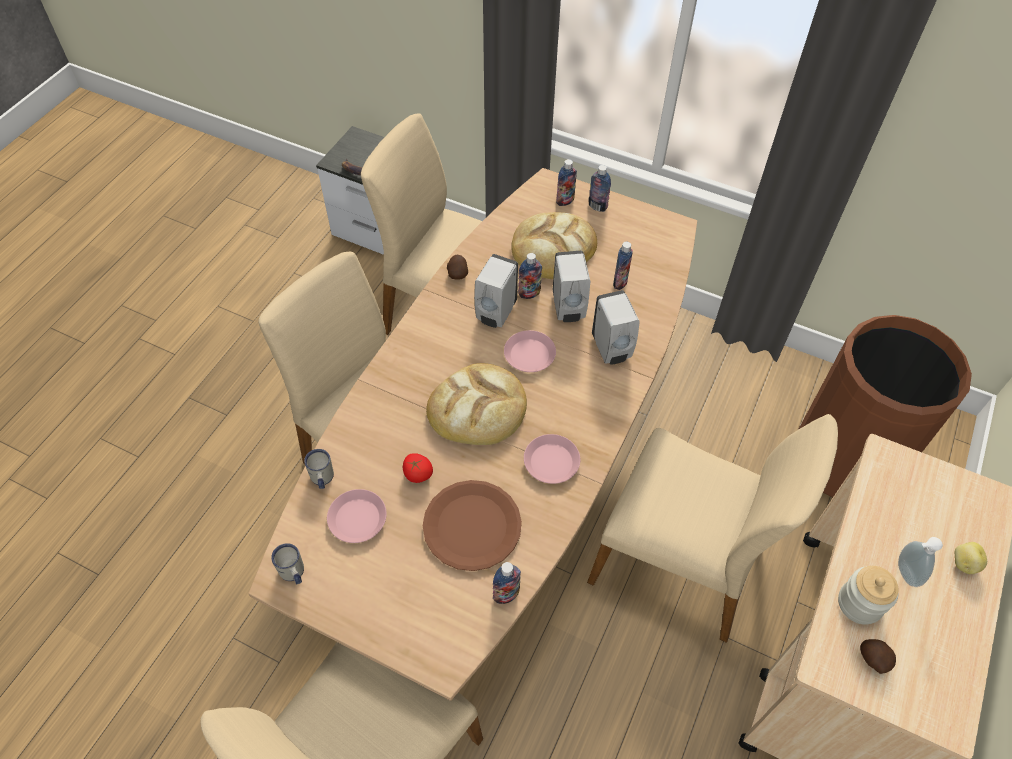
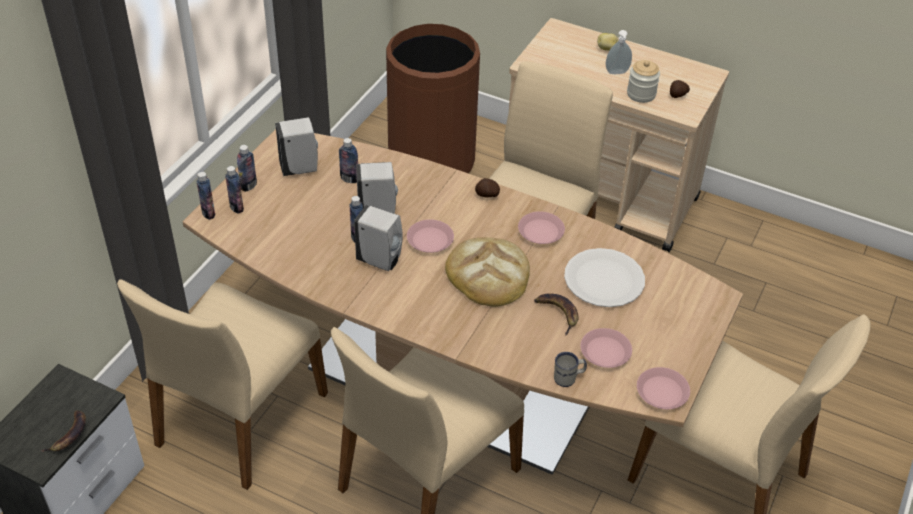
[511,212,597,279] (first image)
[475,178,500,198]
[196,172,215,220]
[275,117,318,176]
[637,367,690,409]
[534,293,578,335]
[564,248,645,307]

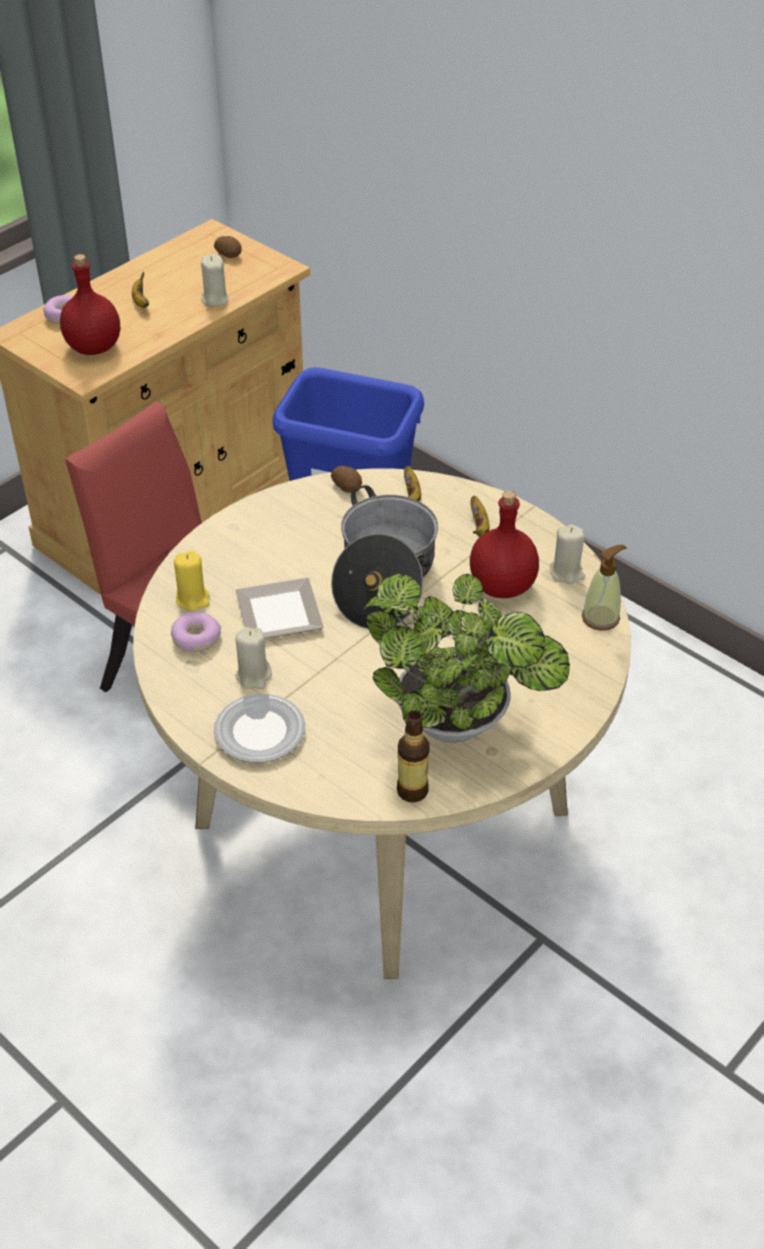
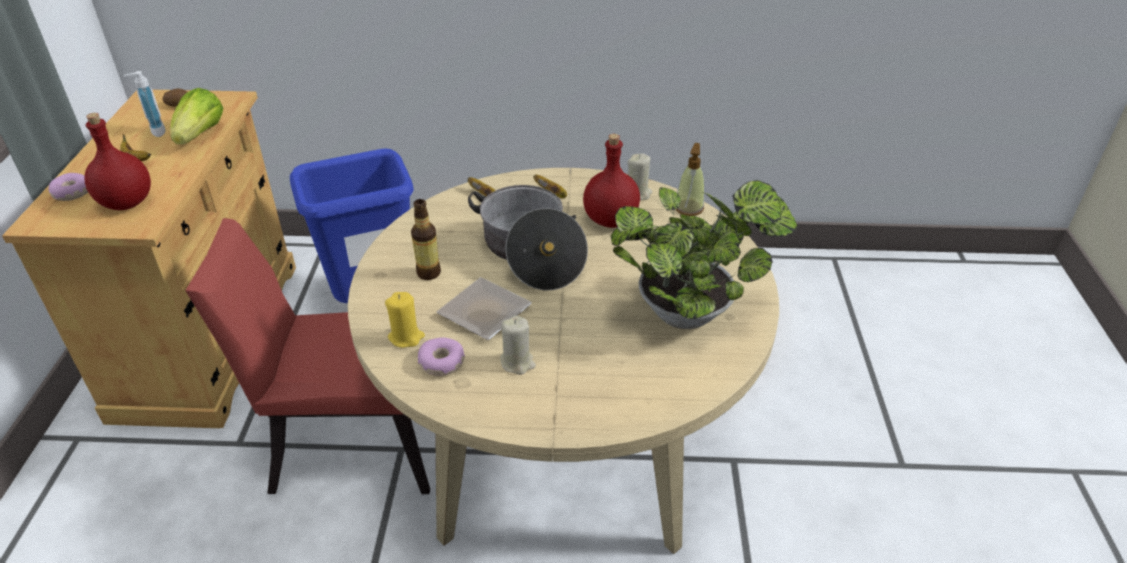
[214,694,305,763] (first image)
[331,466,362,493] (first image)
[123,71,165,137]
[411,199,441,280]
[170,88,223,145]

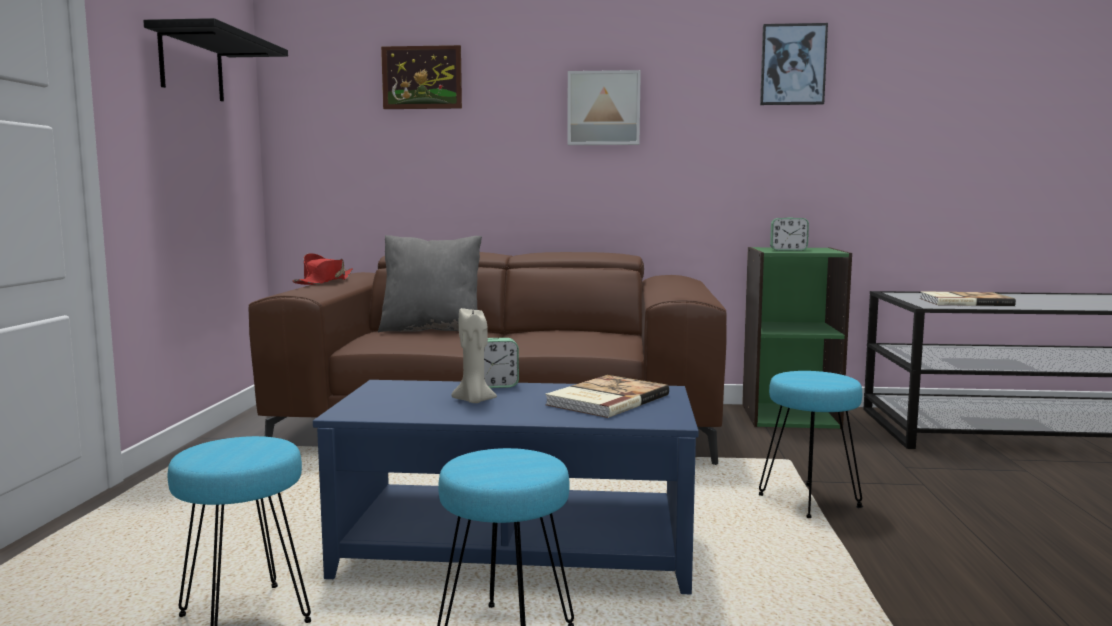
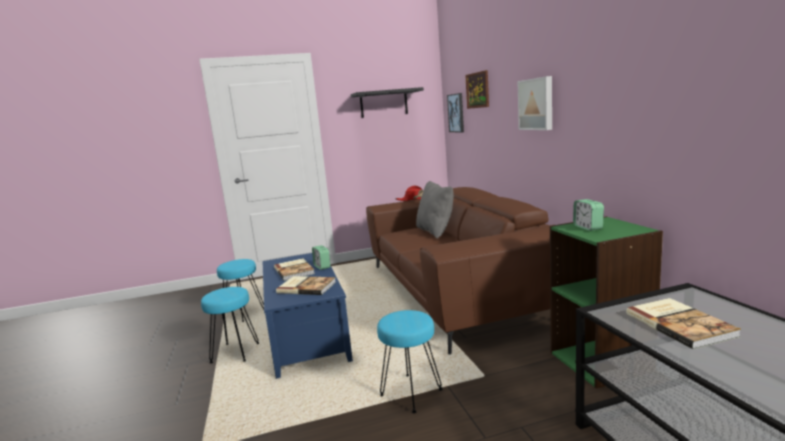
[447,93,464,133]
[274,258,315,281]

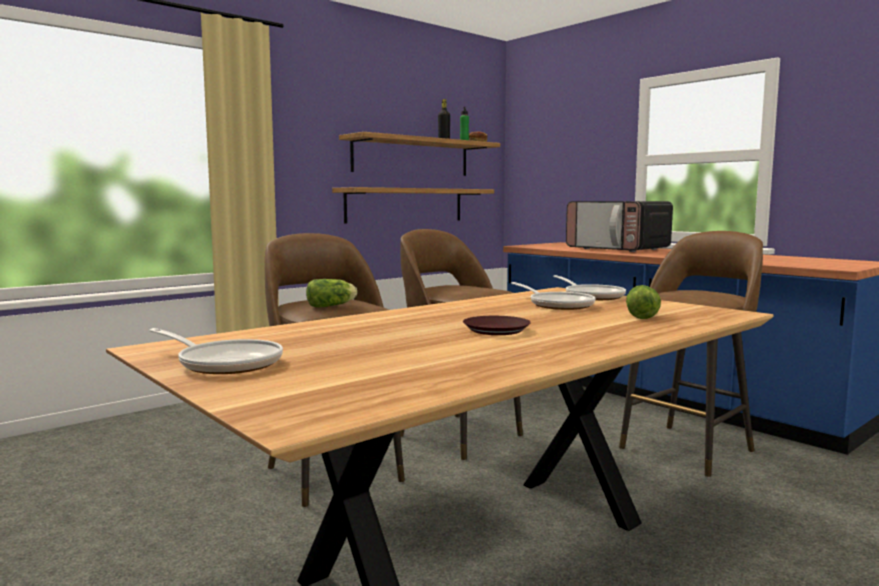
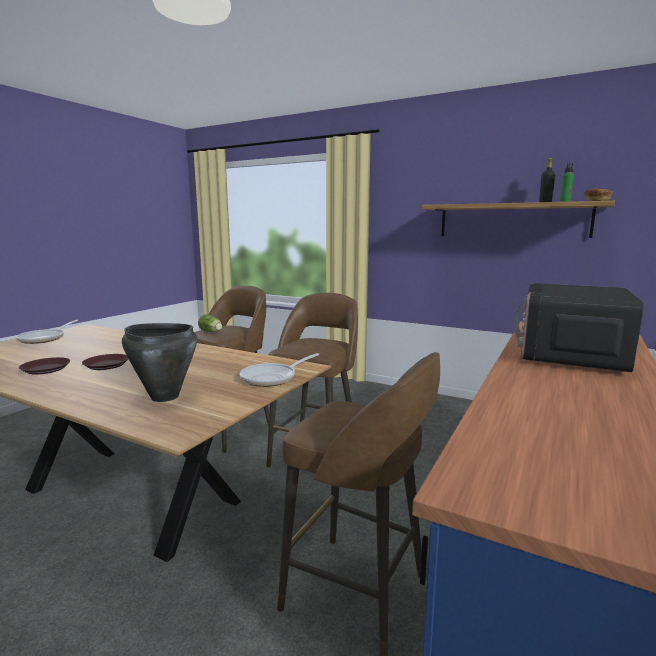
[332,187,494,224] (first image)
[511,282,596,310] (first image)
[19,357,70,375]
[122,323,197,402]

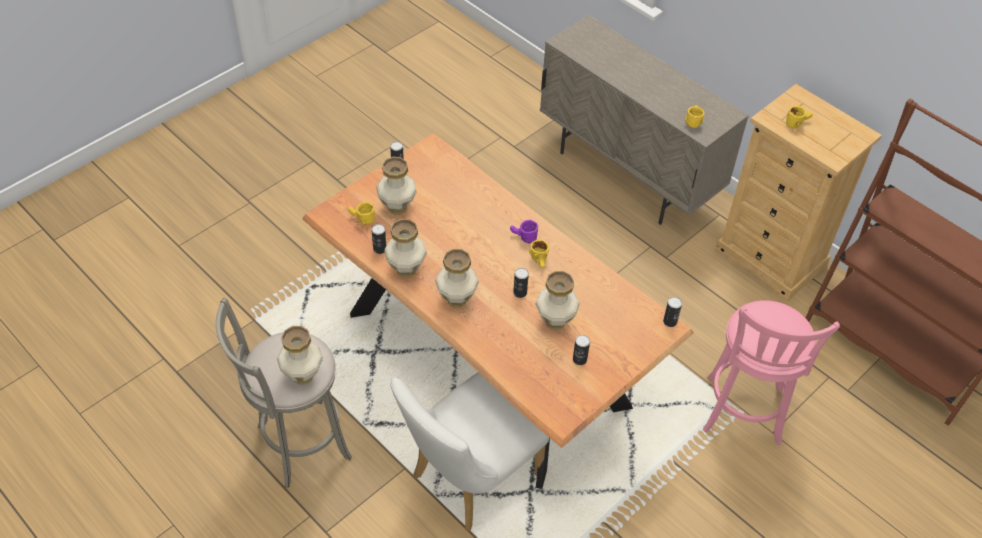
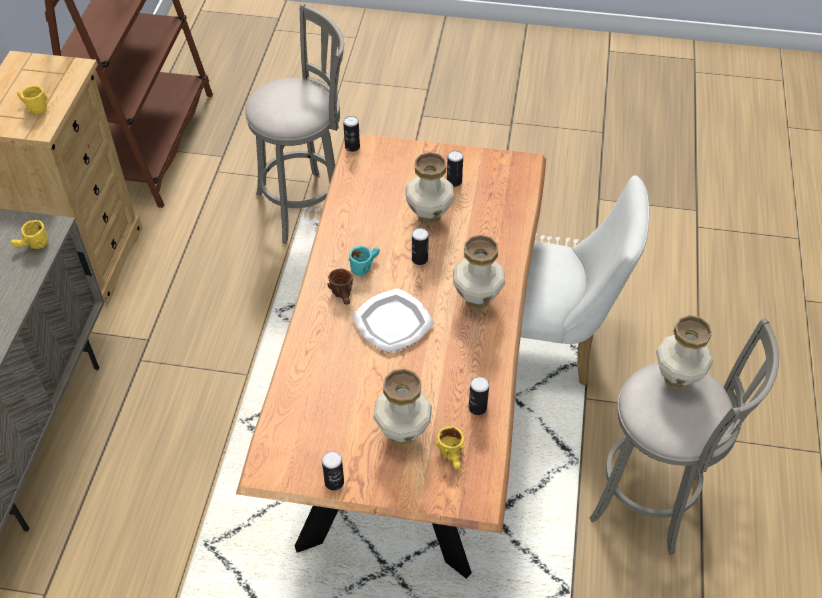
[384,219,427,278] (first image)
[352,288,434,353]
[328,268,353,305]
[348,246,380,276]
[245,4,344,243]

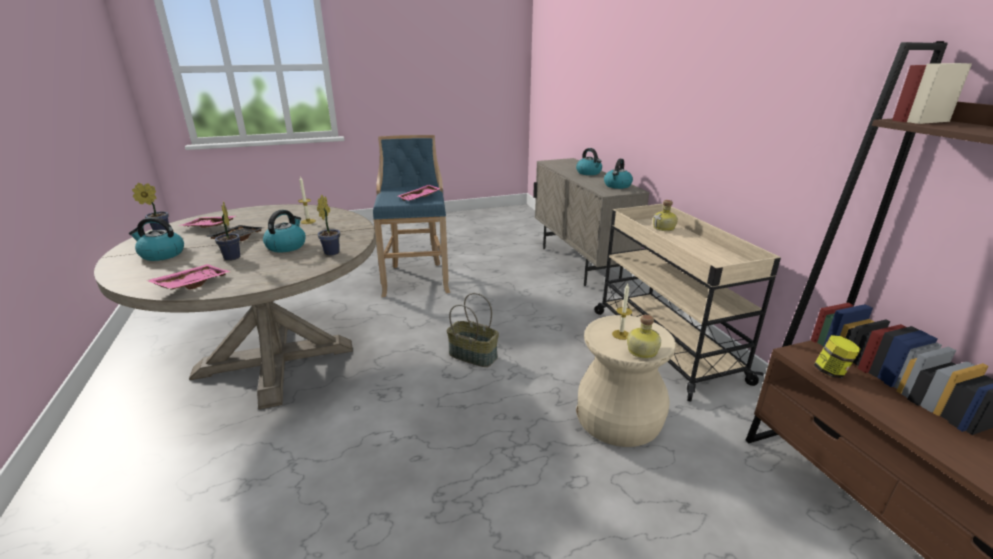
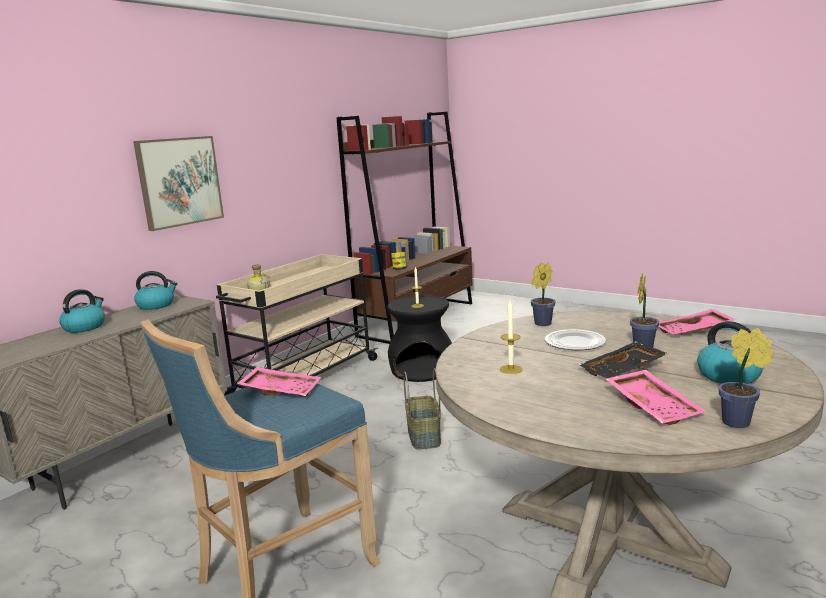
[627,315,661,359] (first image)
[133,136,224,231]
[545,329,606,350]
[387,295,452,382]

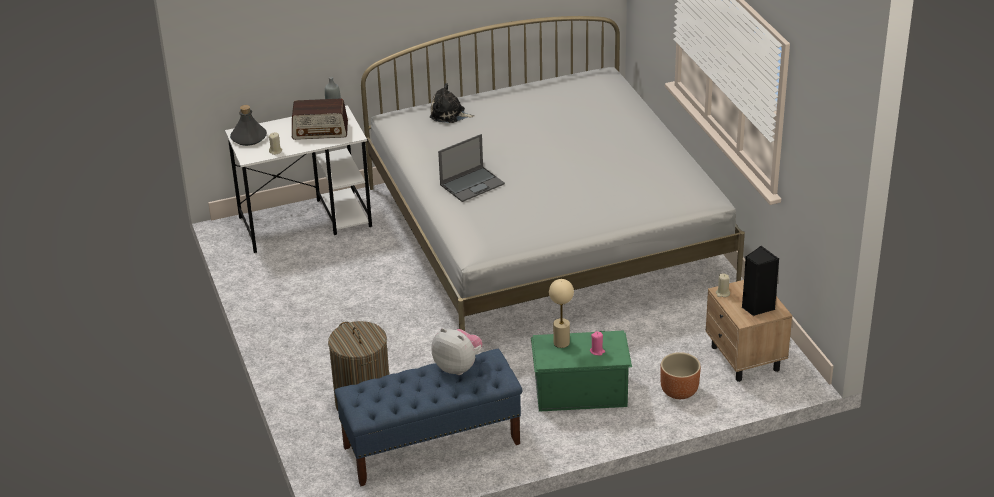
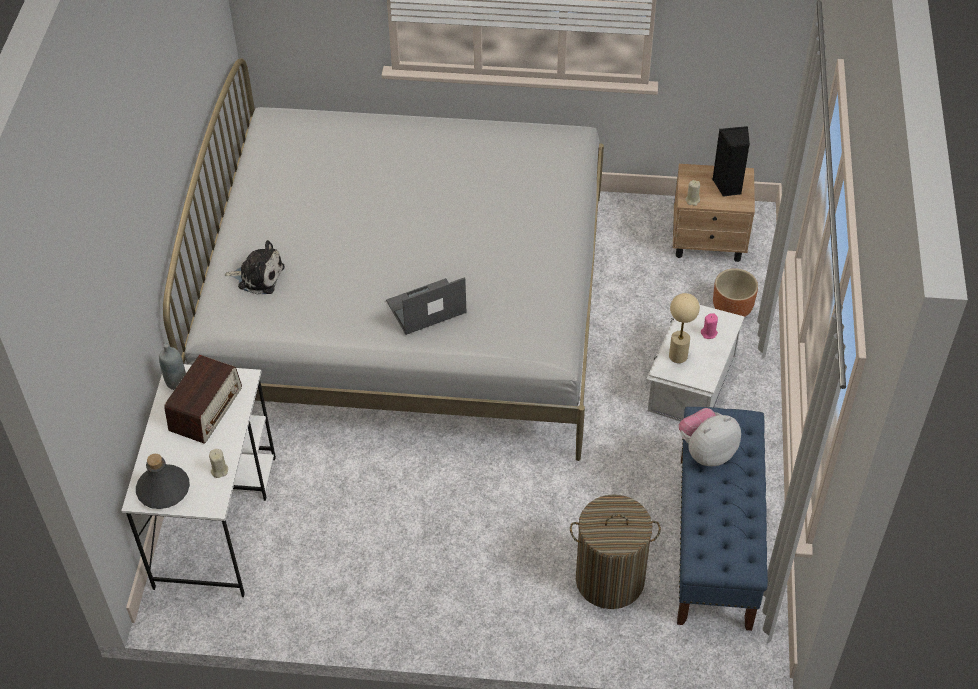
[646,305,744,421]
[225,240,285,295]
[386,277,467,335]

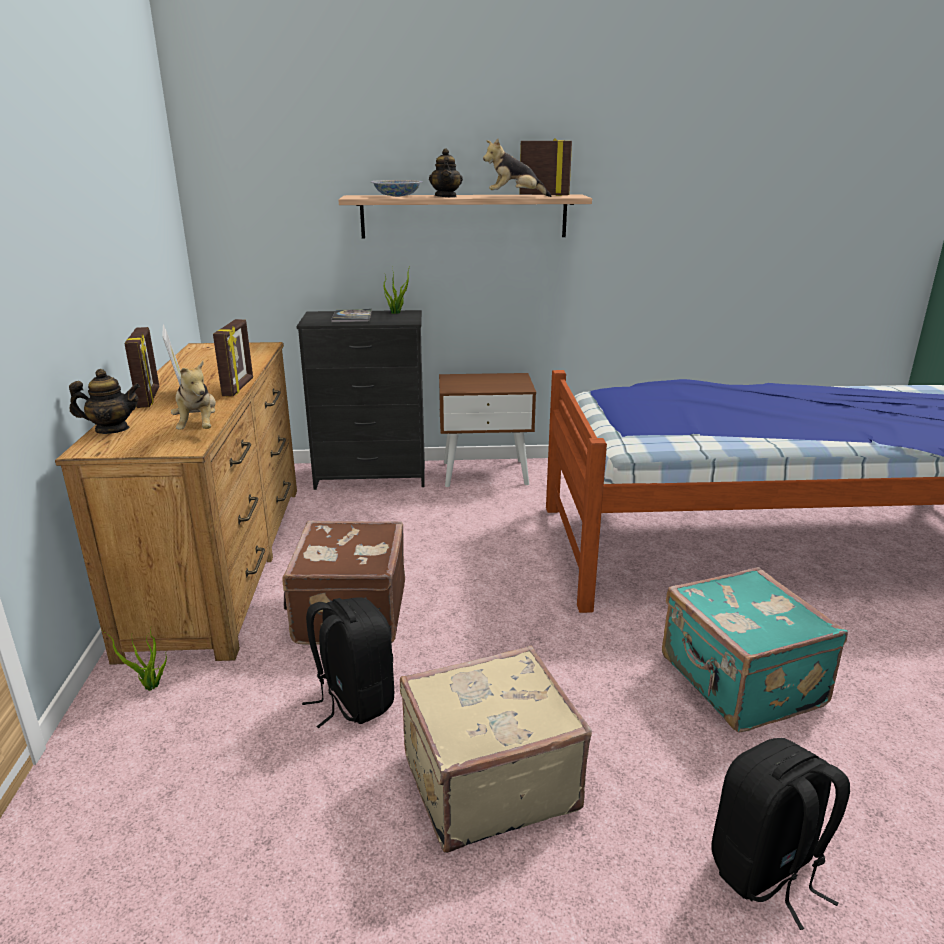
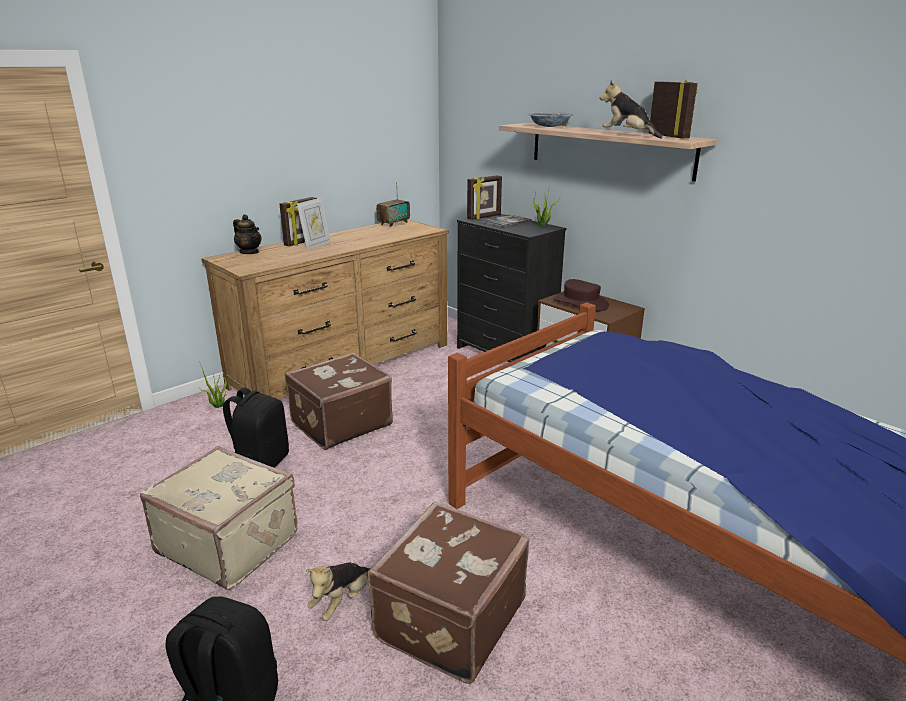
[429,148,463,198] (first image)
[376,182,410,227]
[553,279,609,311]
[306,563,370,621]
[467,175,502,220]
[367,501,530,684]

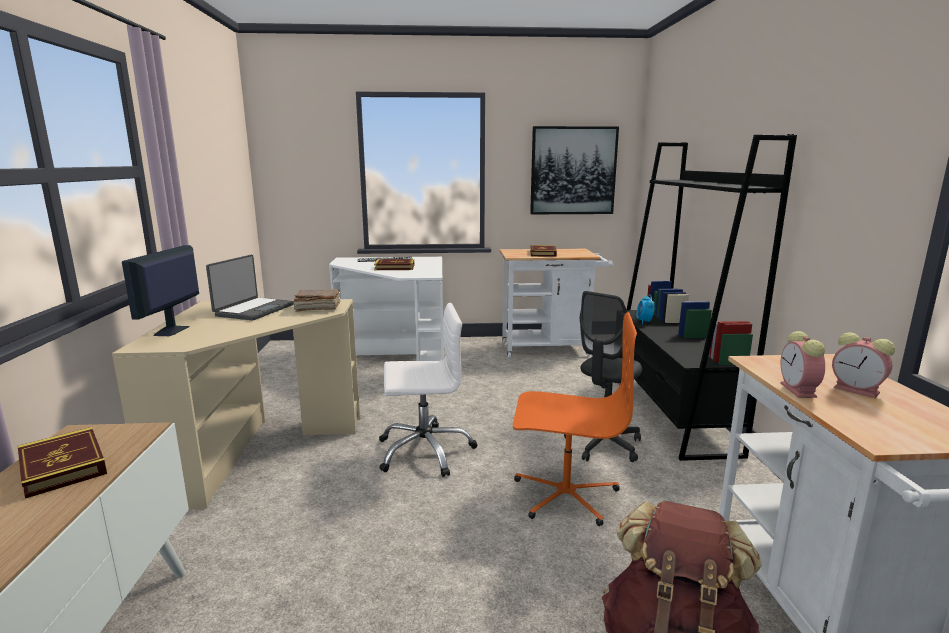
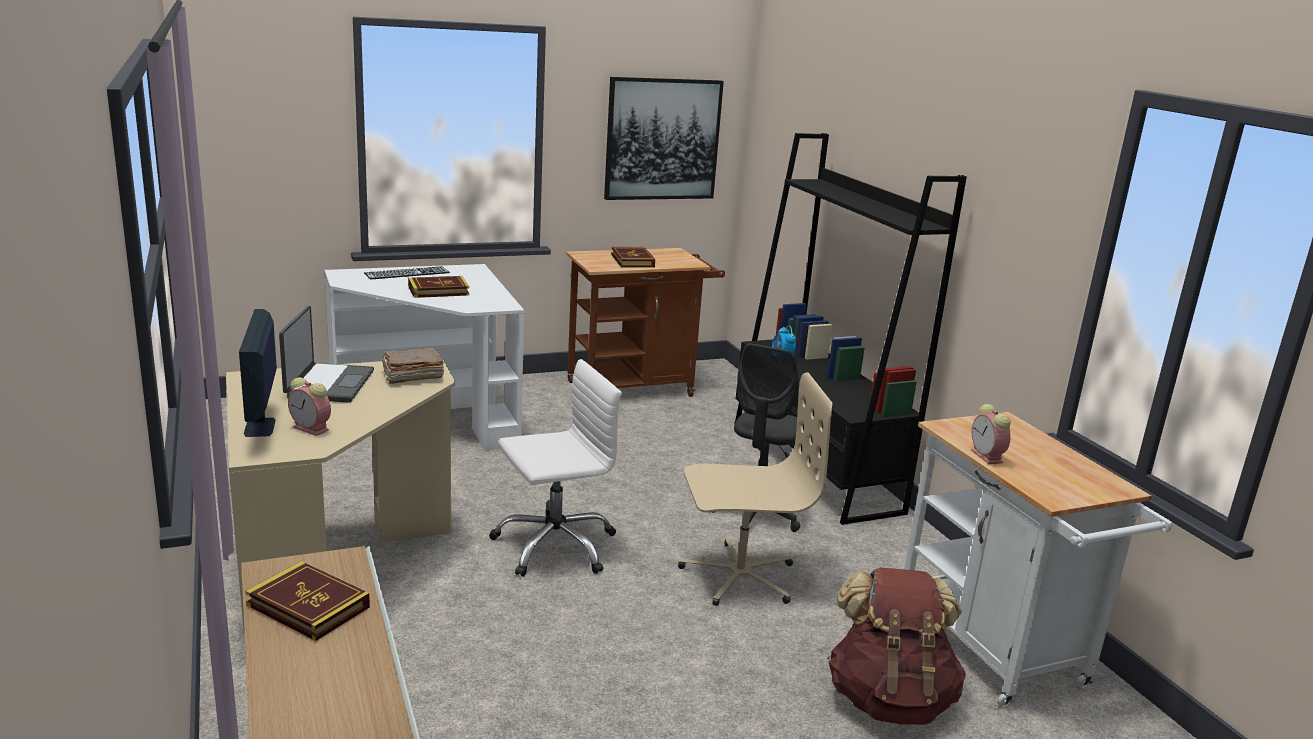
[288,377,331,436]
[566,248,725,397]
[678,372,832,606]

